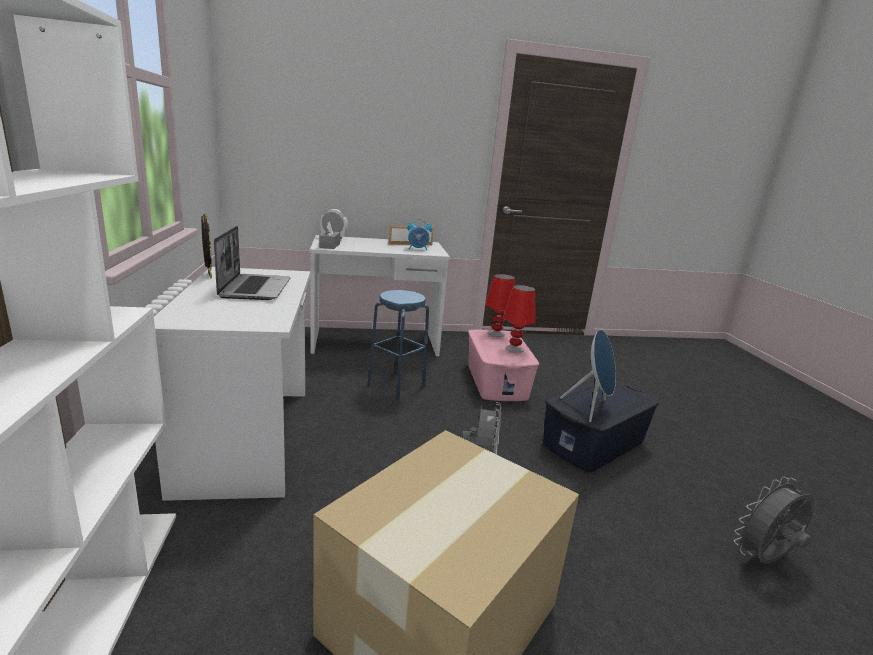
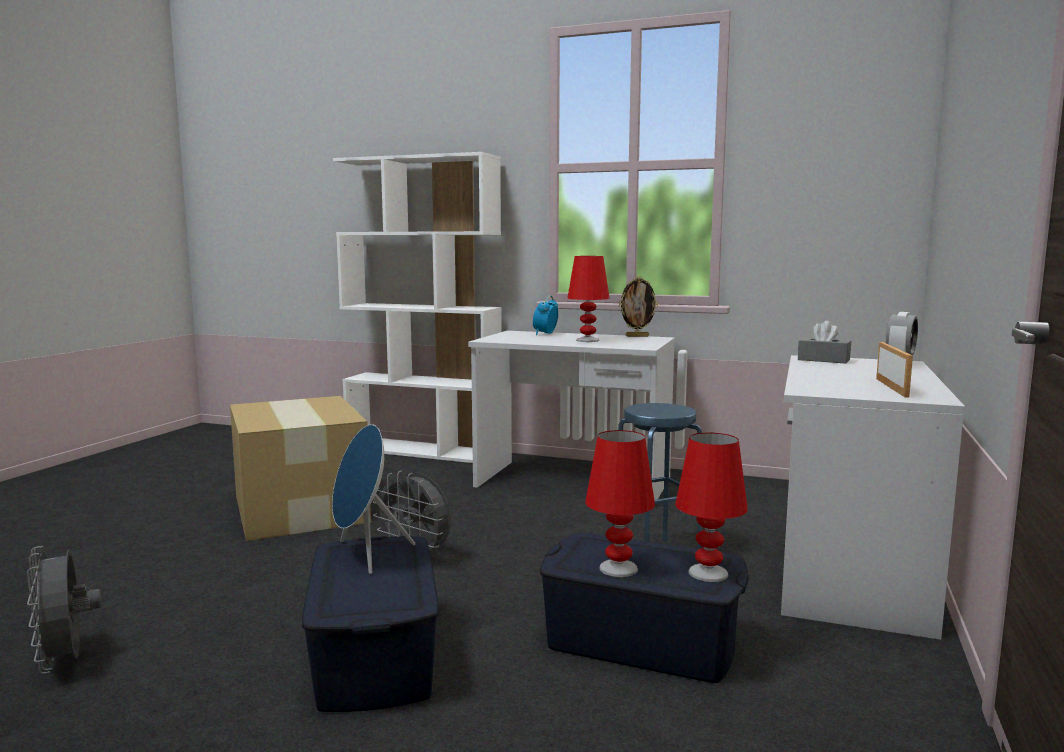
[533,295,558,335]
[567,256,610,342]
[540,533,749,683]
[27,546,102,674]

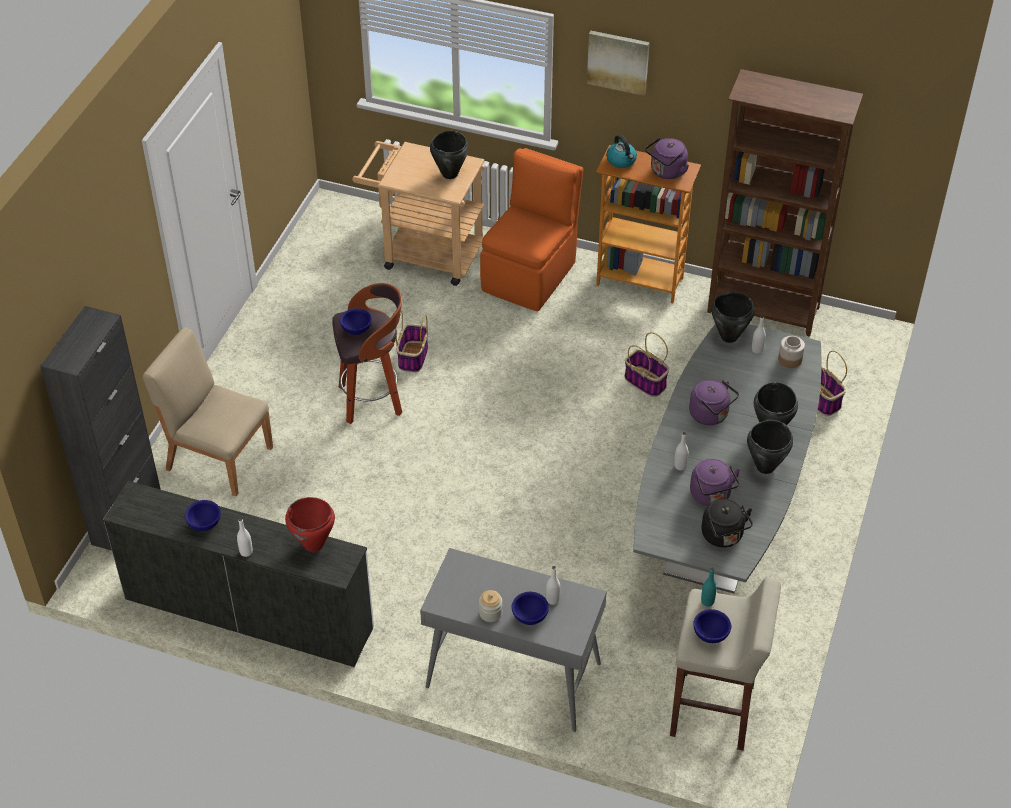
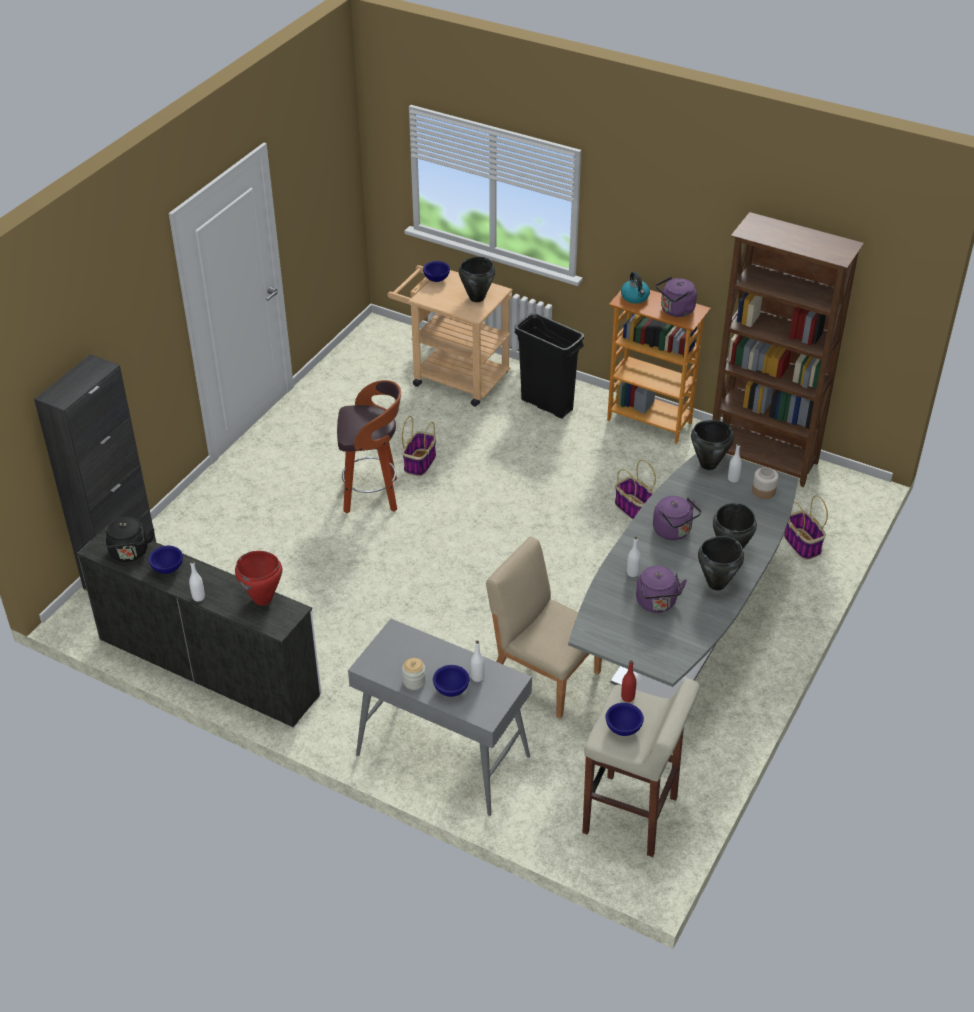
[587,31,650,96] (first image)
[486,536,602,719]
[423,261,450,282]
[105,517,154,562]
[515,313,584,419]
[621,660,636,702]

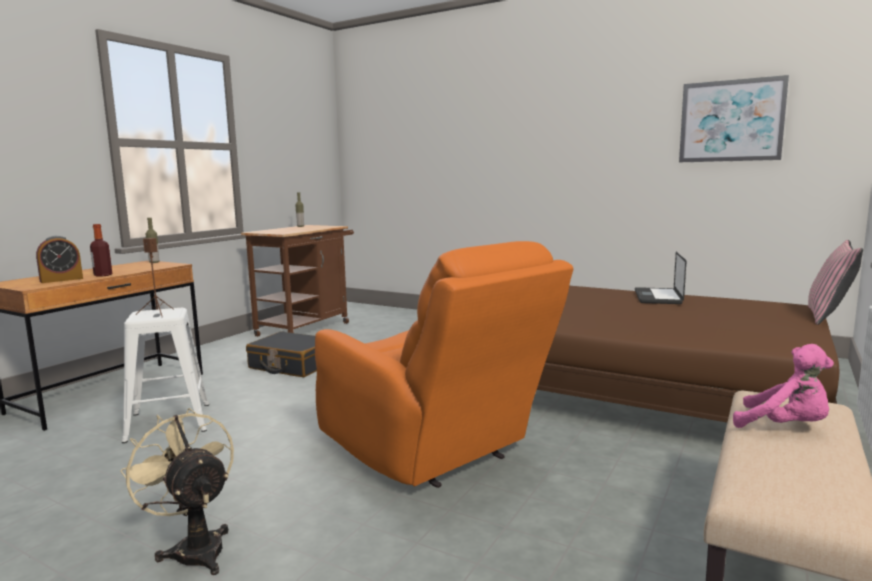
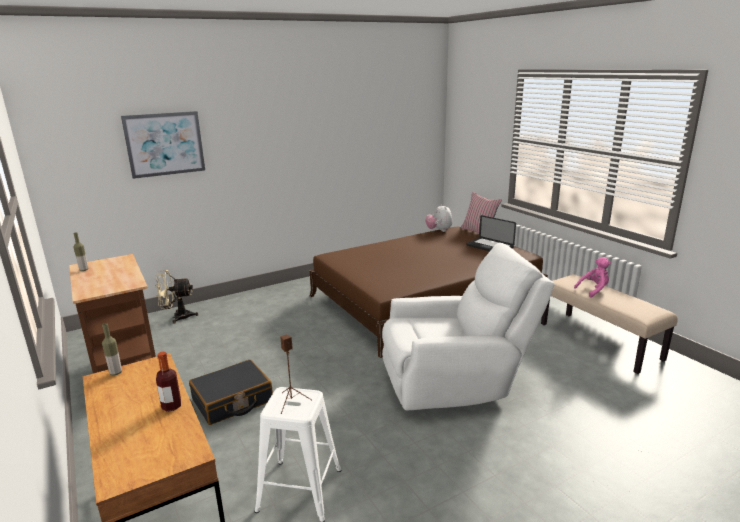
[36,236,83,283] (first image)
[425,204,452,232]
[155,270,198,324]
[466,215,516,251]
[121,111,205,179]
[382,243,555,410]

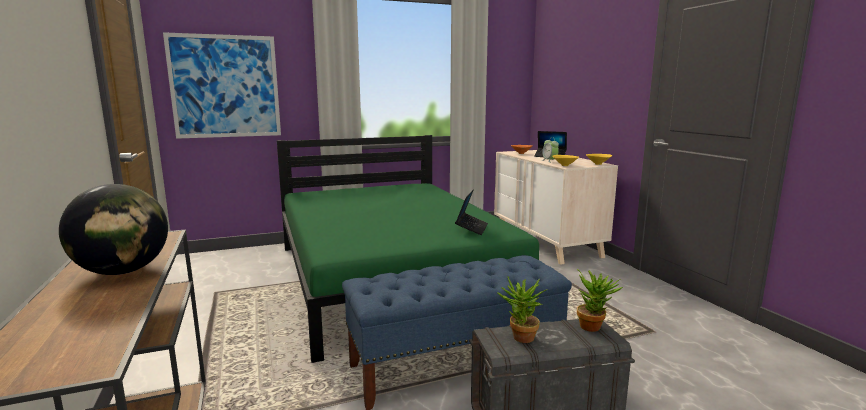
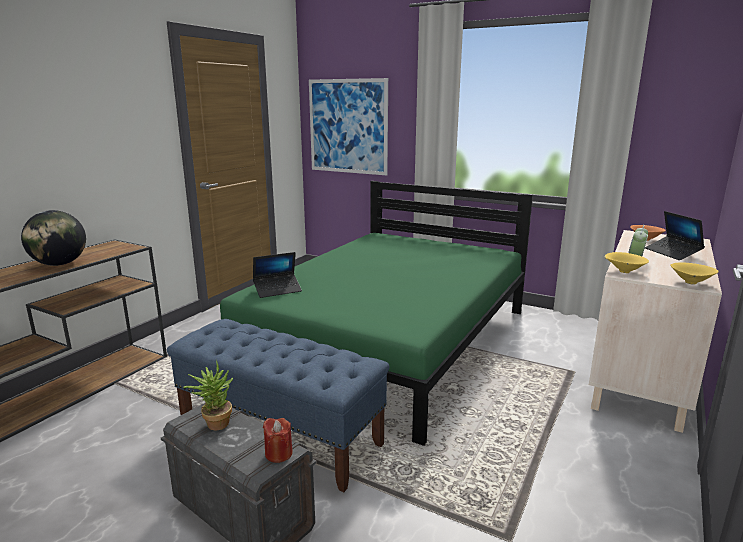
[253,252,302,298]
[263,418,293,463]

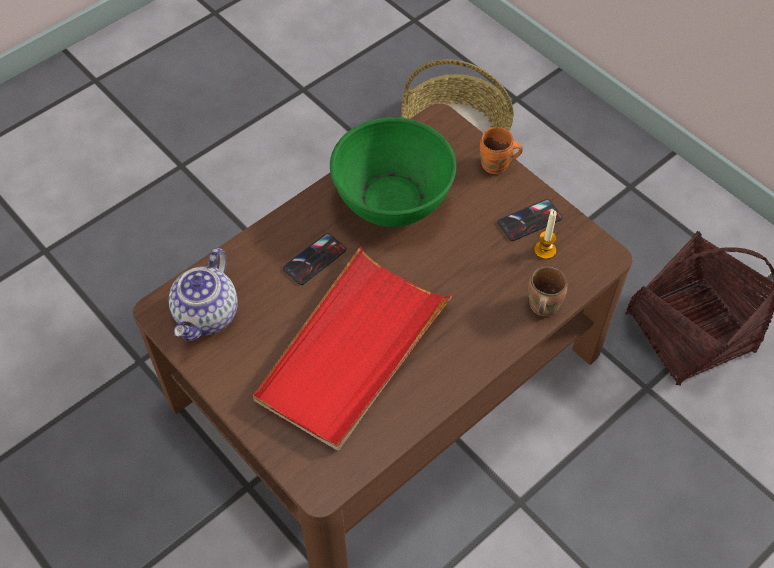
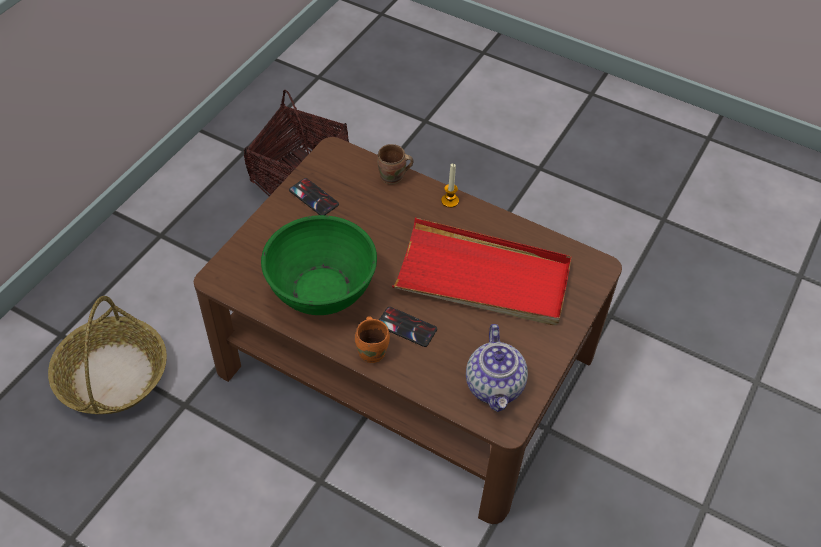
[355,316,390,363]
[441,163,459,208]
[466,324,528,412]

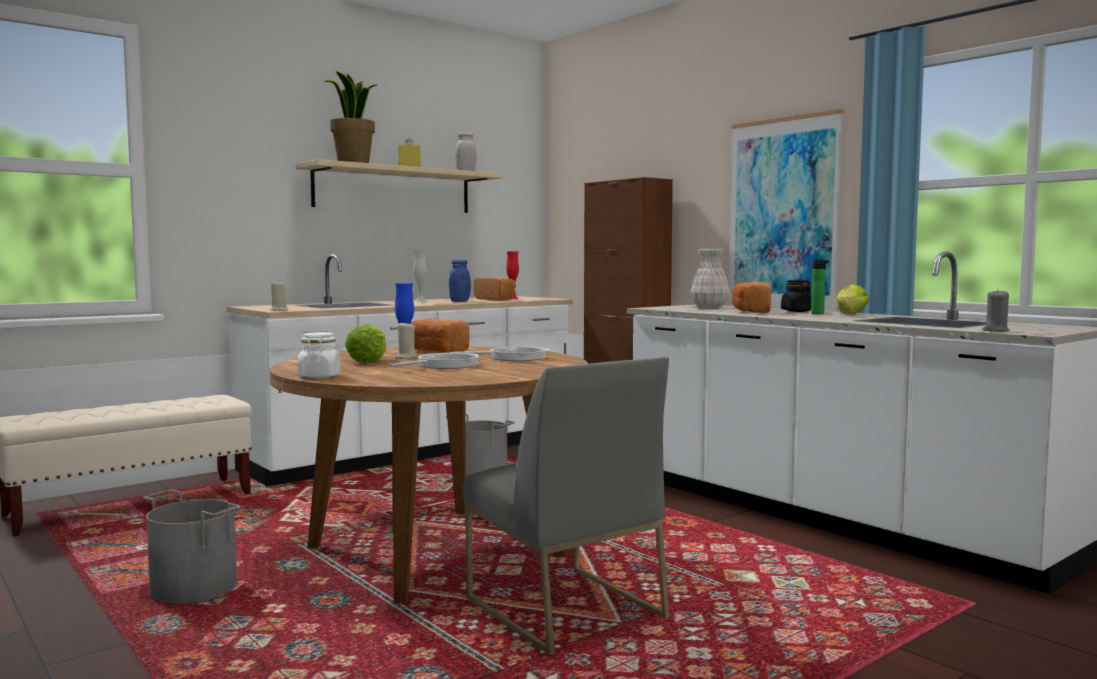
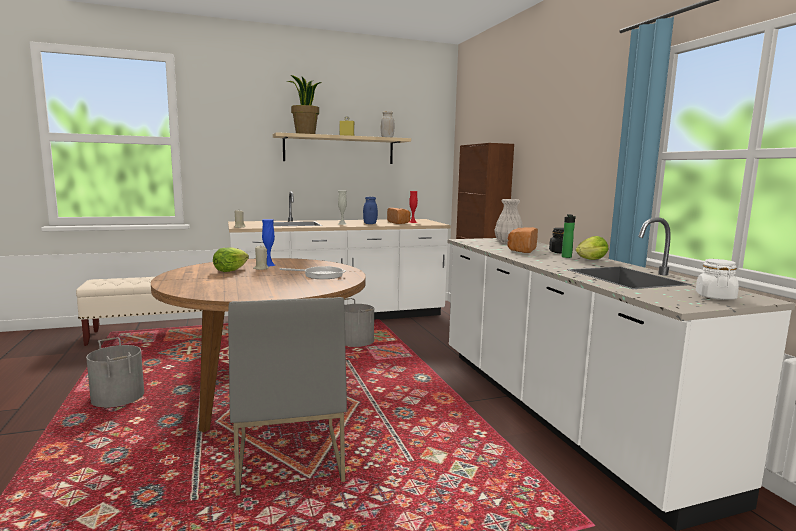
[389,353,479,369] (first image)
[411,318,469,352] (first image)
[729,109,844,312] (first image)
[982,289,1010,332] (first image)
[696,259,739,300]

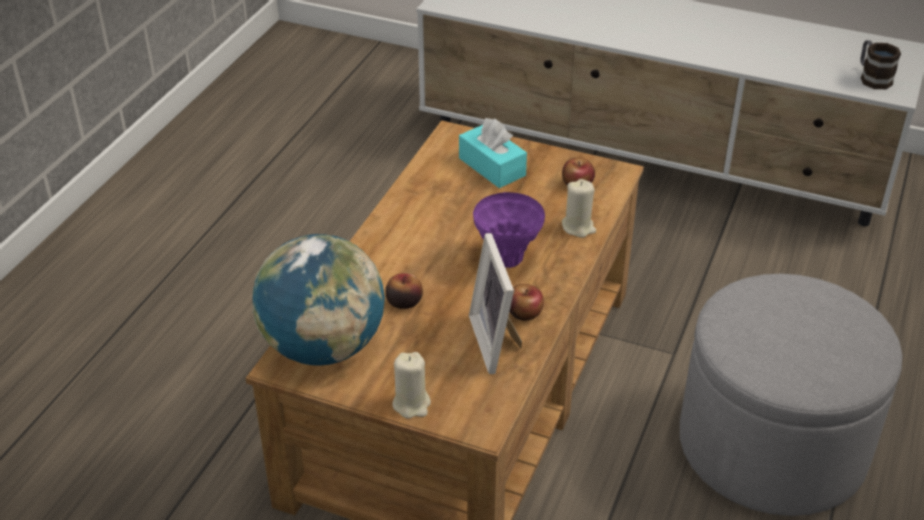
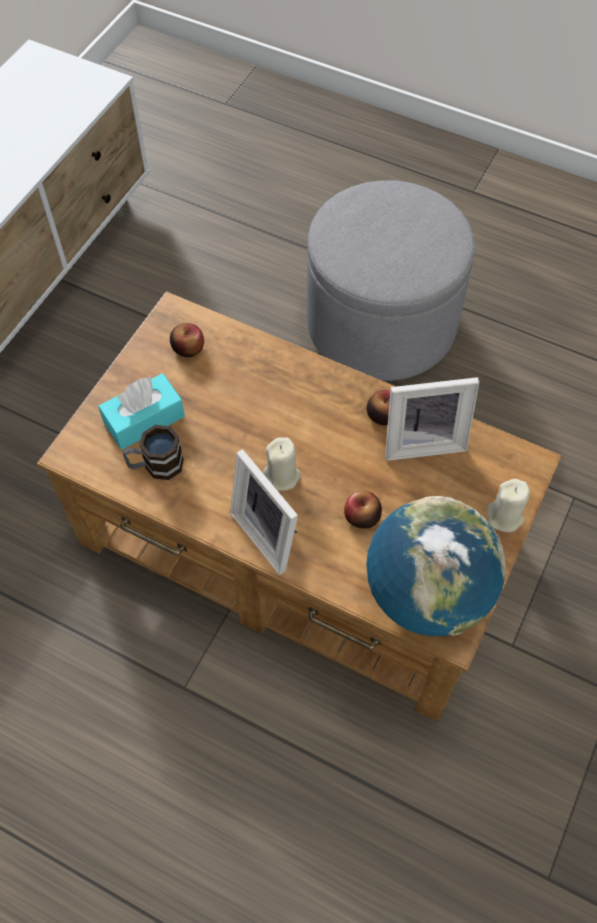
[473,192,545,268] (first image)
[230,449,298,575]
[263,437,301,491]
[123,425,184,480]

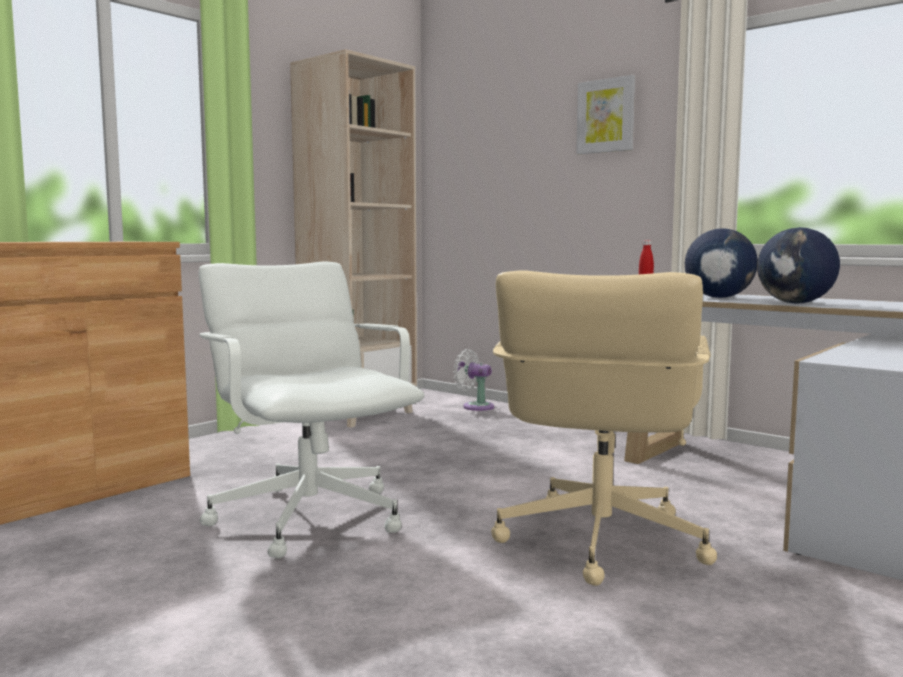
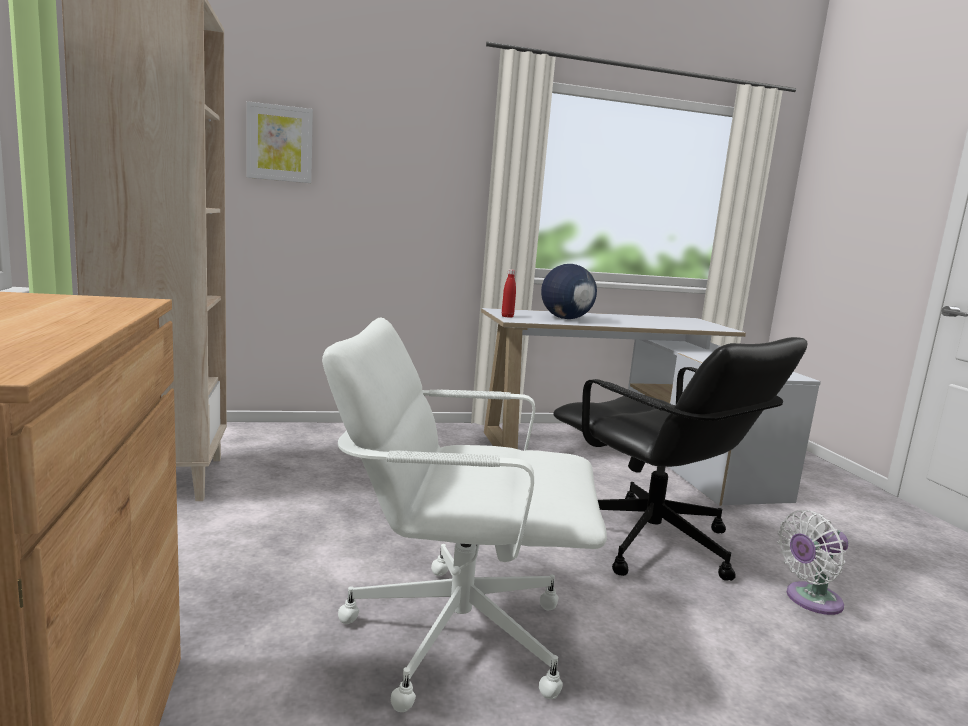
[757,227,840,304] (first image)
[777,510,848,615]
[247,101,313,183]
[553,337,807,581]

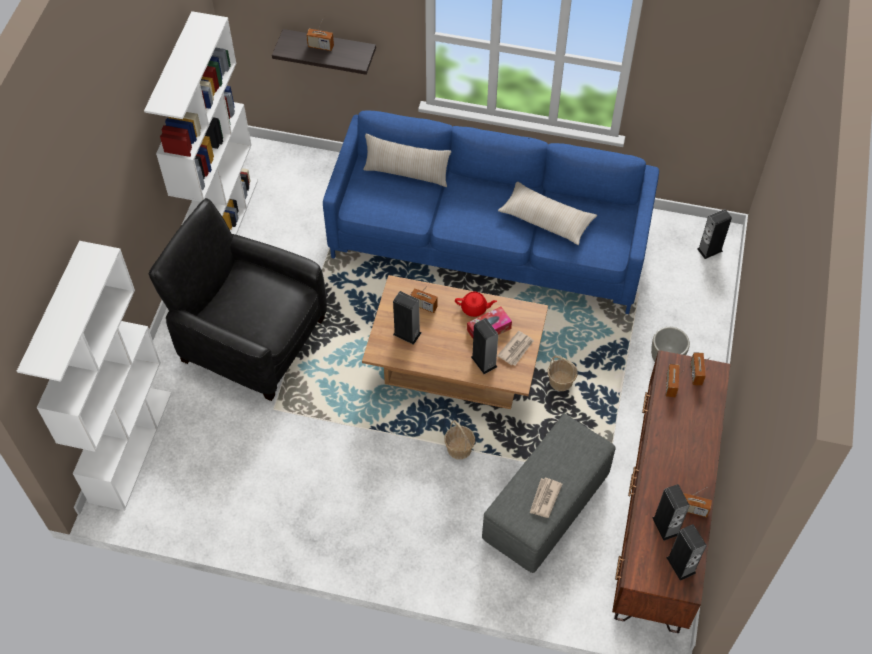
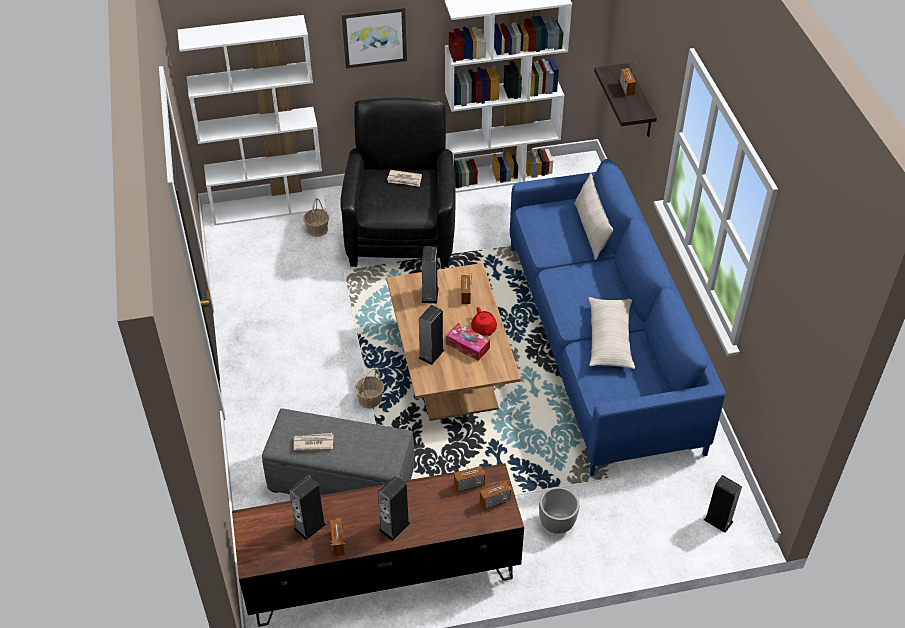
[342,7,407,68]
[387,170,422,187]
[303,198,329,237]
[378,476,411,541]

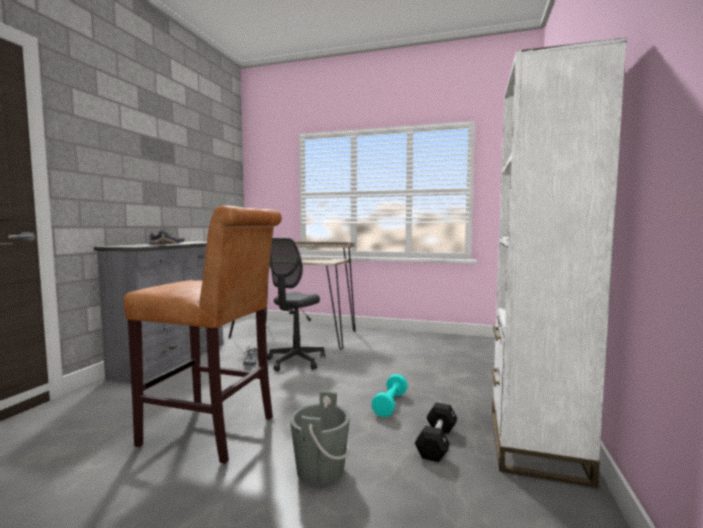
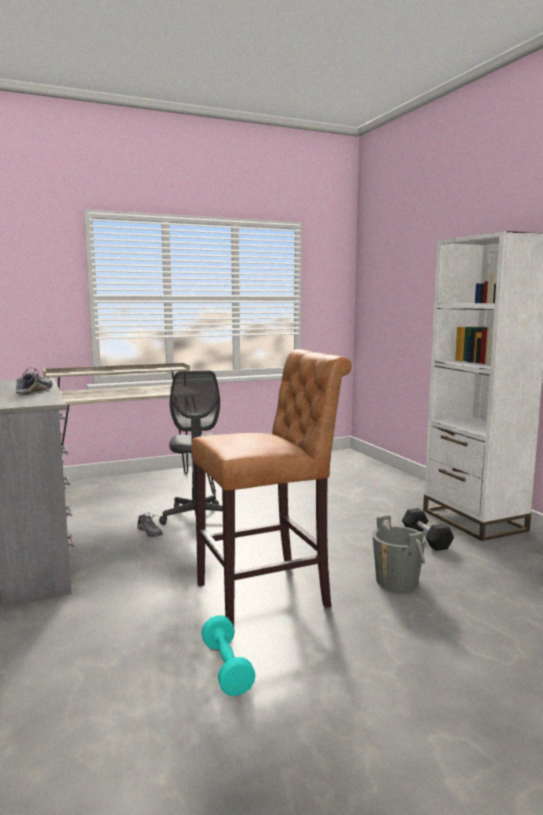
[201,615,256,696]

